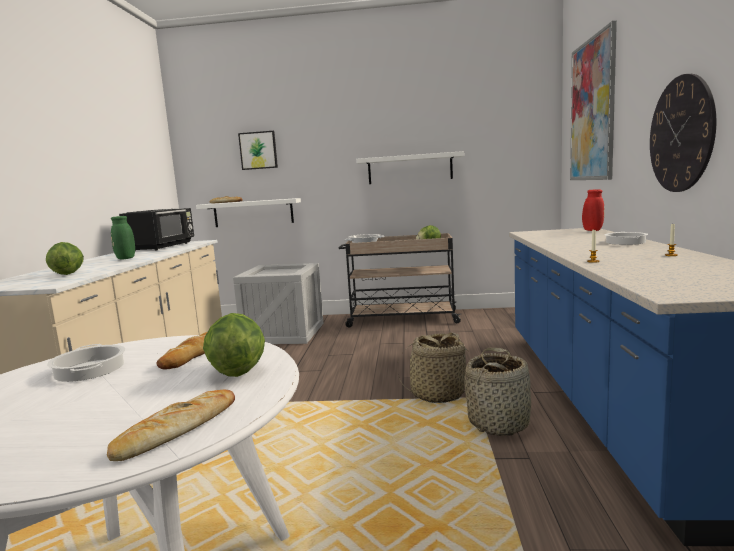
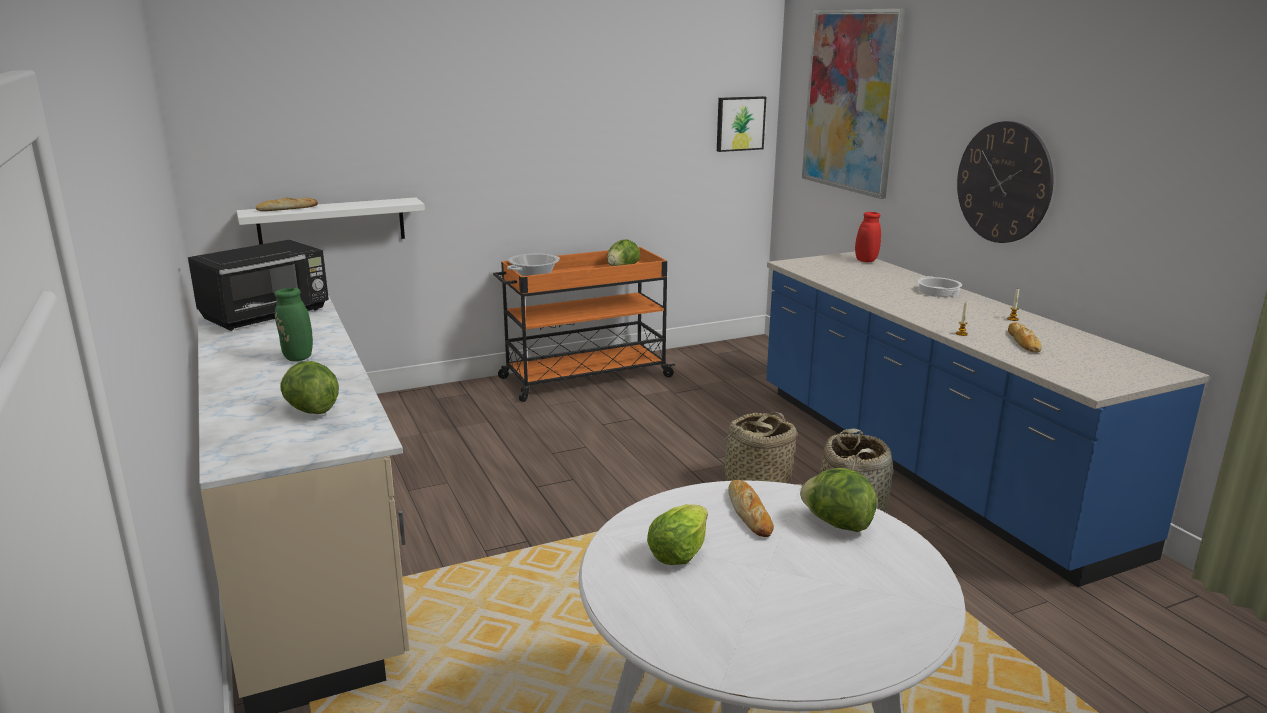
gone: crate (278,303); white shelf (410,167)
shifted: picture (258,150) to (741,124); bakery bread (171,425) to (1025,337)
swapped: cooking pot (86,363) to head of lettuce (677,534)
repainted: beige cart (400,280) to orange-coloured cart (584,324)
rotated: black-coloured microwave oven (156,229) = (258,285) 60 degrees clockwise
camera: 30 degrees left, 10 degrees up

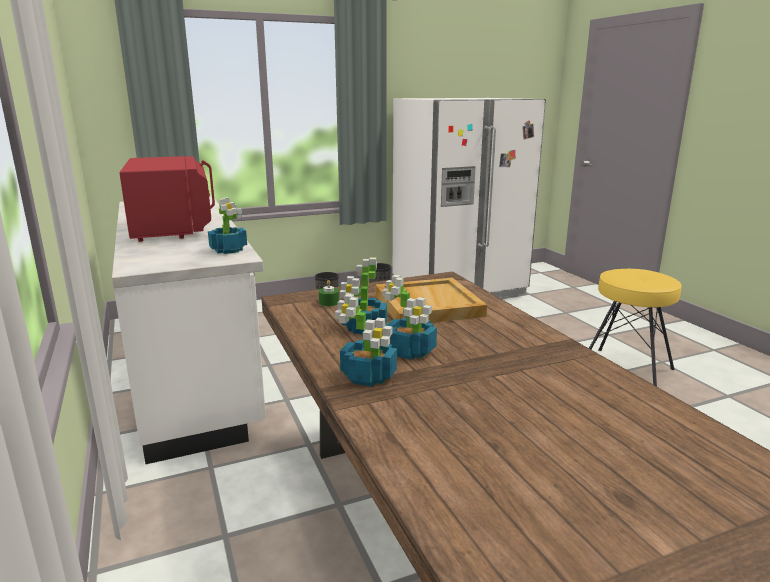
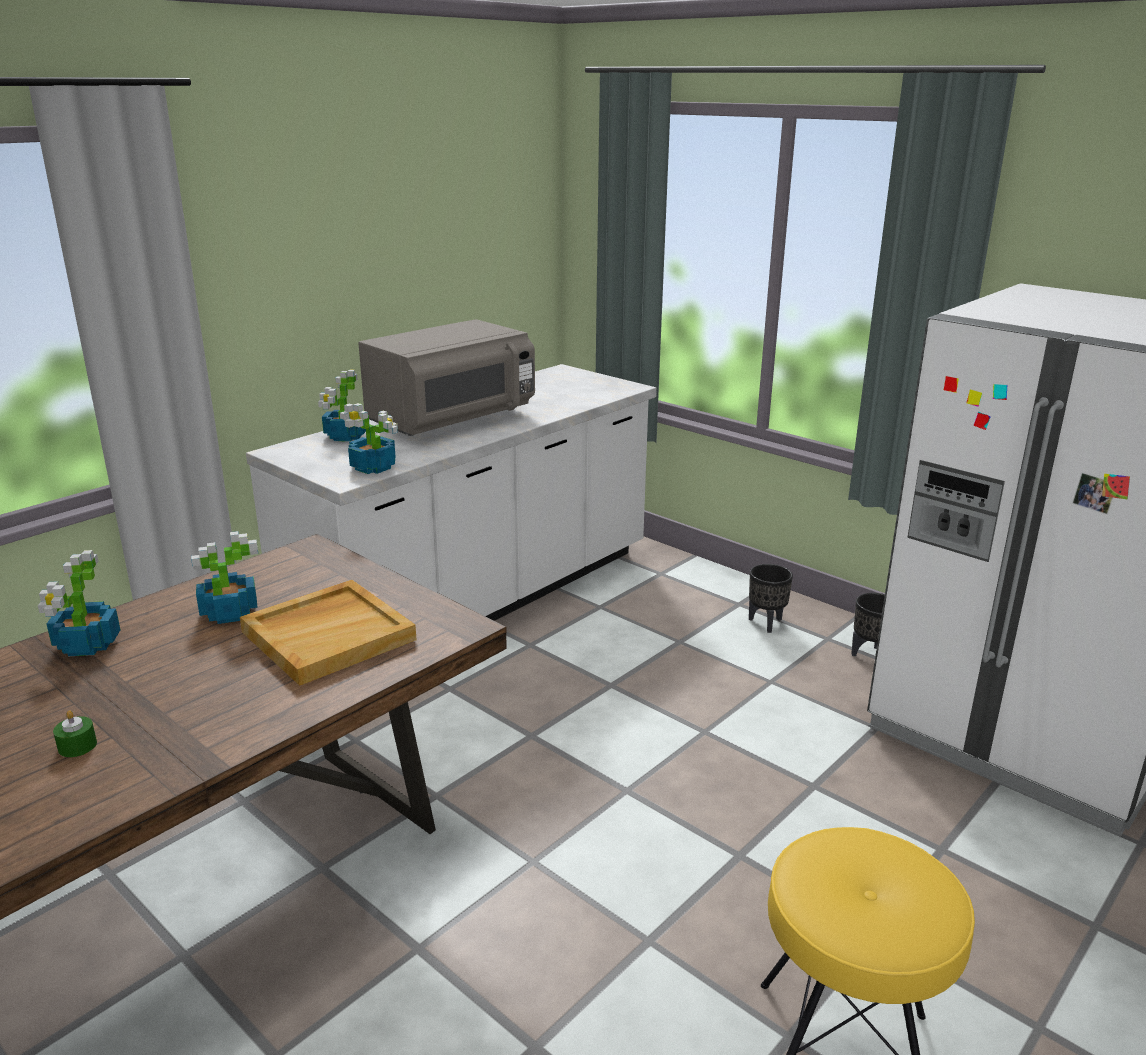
shifted: green-coloured wax candle (329,293) to (75,733); plant in a pot (409,317) to (342,406)
repainted: red-coloured microwave oven (167,199) to gray microwave oven (446,377)
camera: 65 degrees right, 5 degrees up

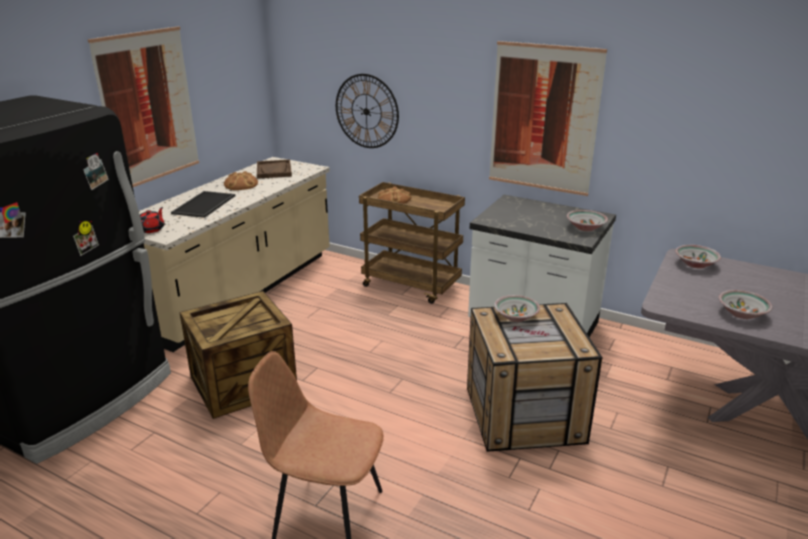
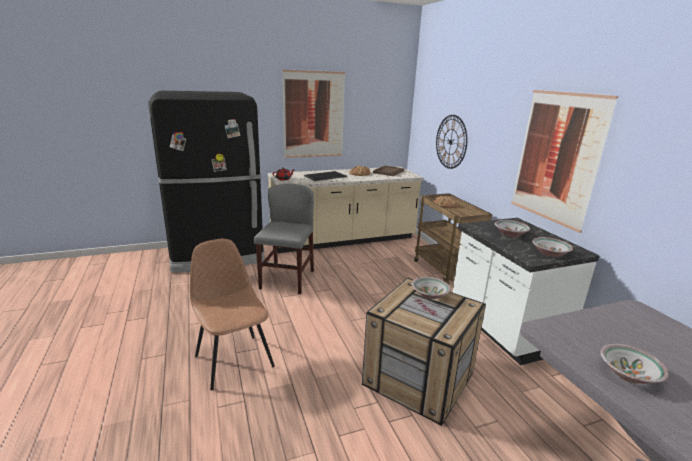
shifted: serving bowl (698,257) to (512,228)
swapped: crate (238,355) to gray chair (284,239)
camera: 40 degrees right, 5 degrees down

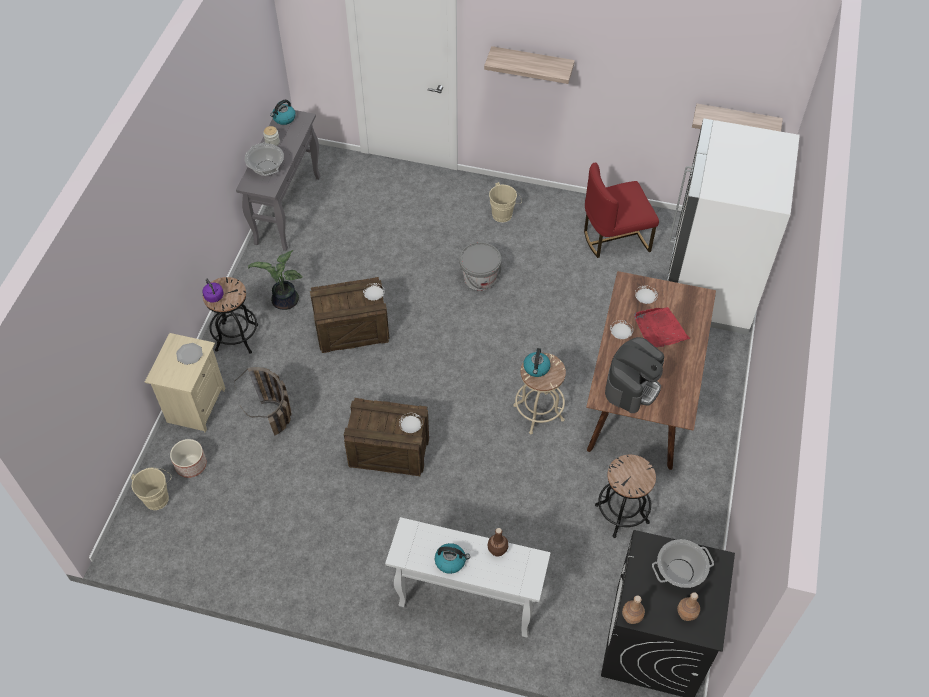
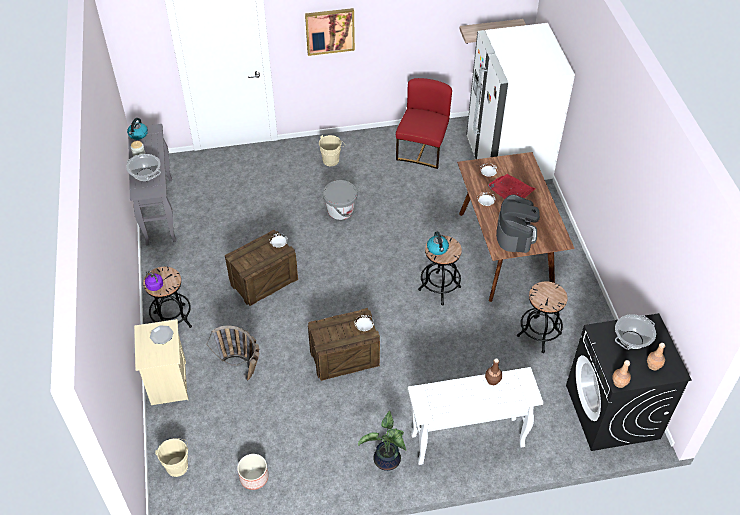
gone: water kettle (452,558)
shifted: planter (188,458) to (253,472); plant in a pot (275,280) to (382,441)
swapped: shelf (529,65) to picture (330,32)
repainted: beige sitting stool (539,393) to black-coloured sitting stool (440,270)
rotated: red-coloured chair (621,210) = (424,123) 150 degrees clockwise
camera: 25 degrees left, 5 degrees down

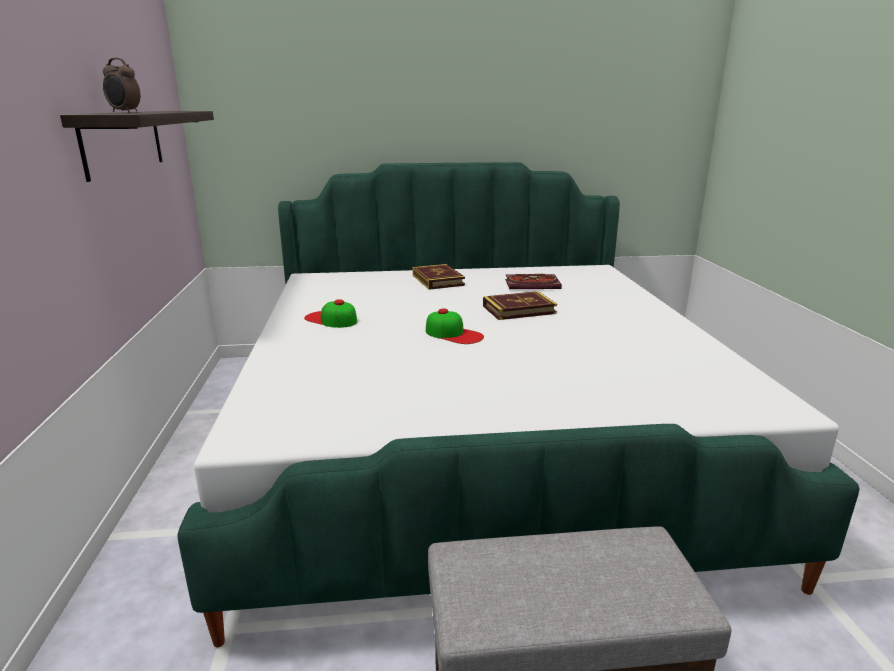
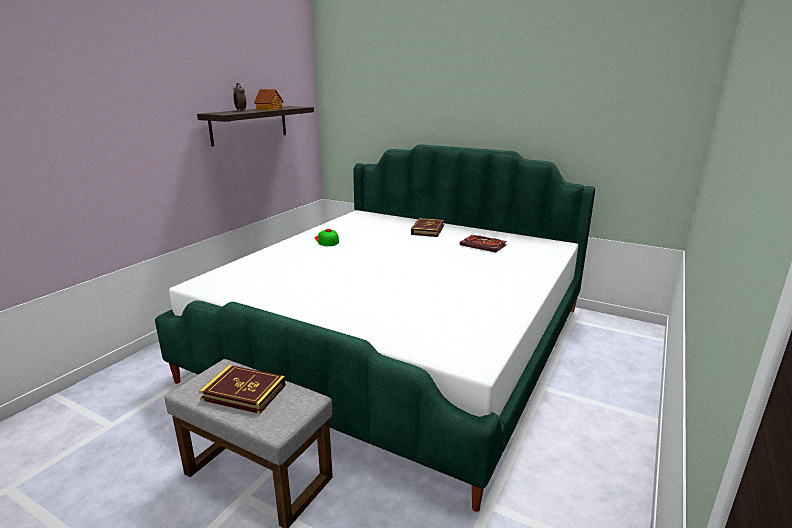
gone: cap (455,326)
new: miniature house (269,99)
shifted: bound book (520,305) to (242,389)
camera: 35 degrees right, 0 degrees up

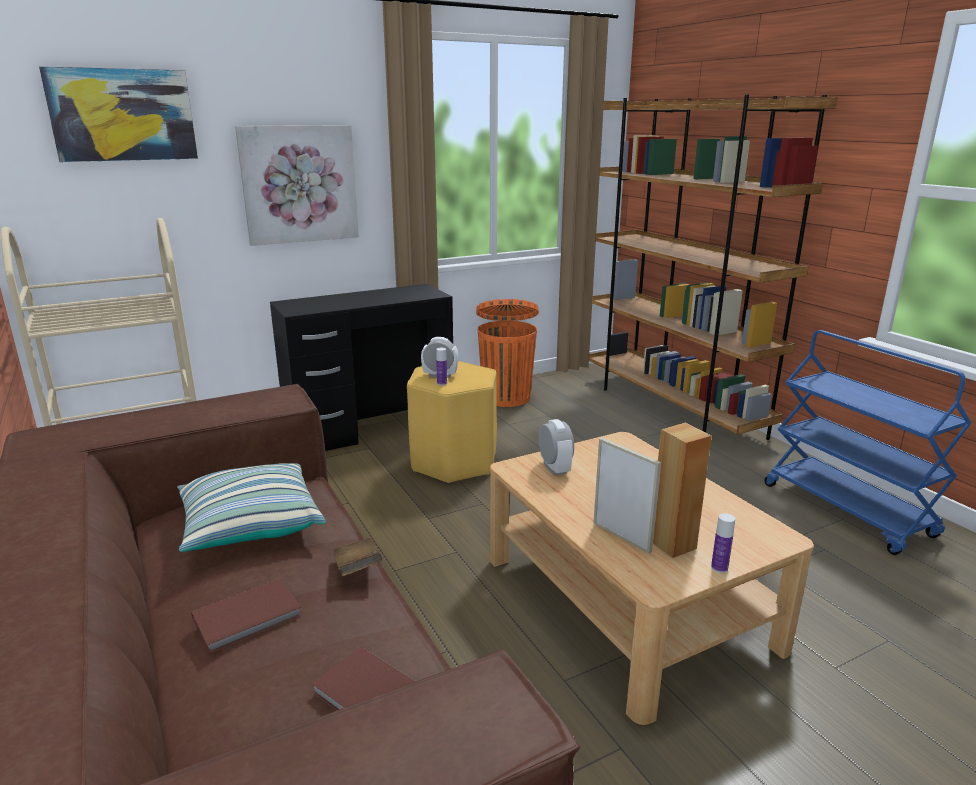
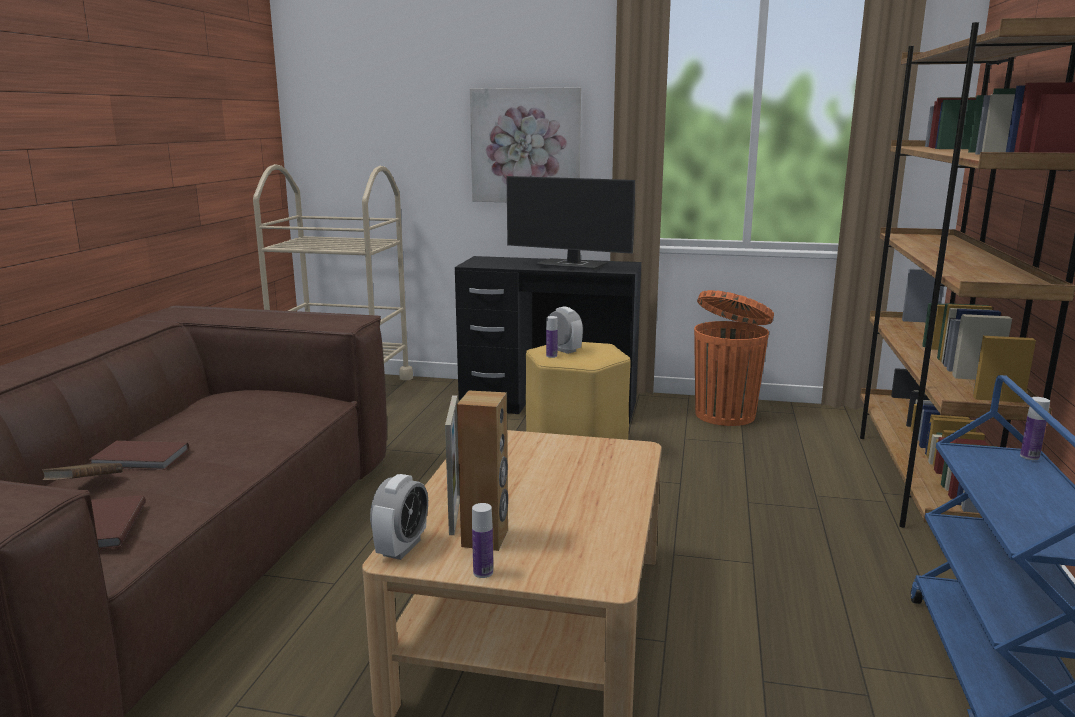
gone: picture (118,114); pillow (251,507)
new: monitor (571,223); bottle (1035,428)
shifted: brownish bound book (357,557) to (82,472); table clock (556,447) to (399,517)
camera: 40 degrees right, 5 degrees down

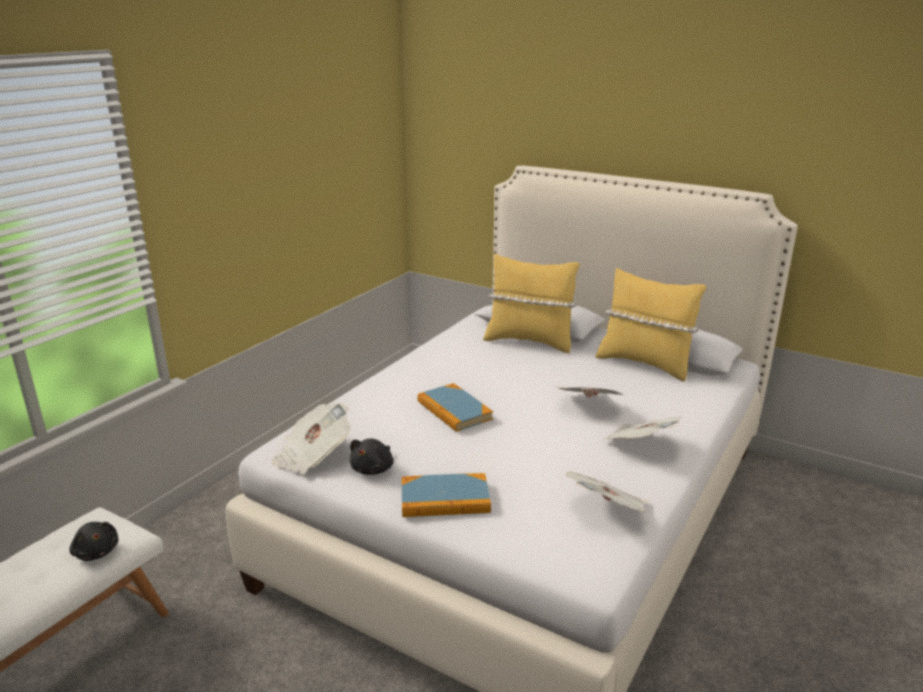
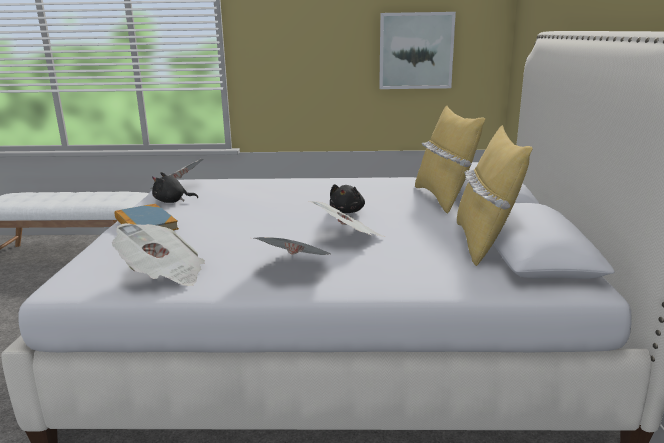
gone: bound book (455,407)
new: picture (417,50)
shifted: black-coloured cuddly toy (93,541) to (347,198)
camera: 60 degrees right, 5 degrees down

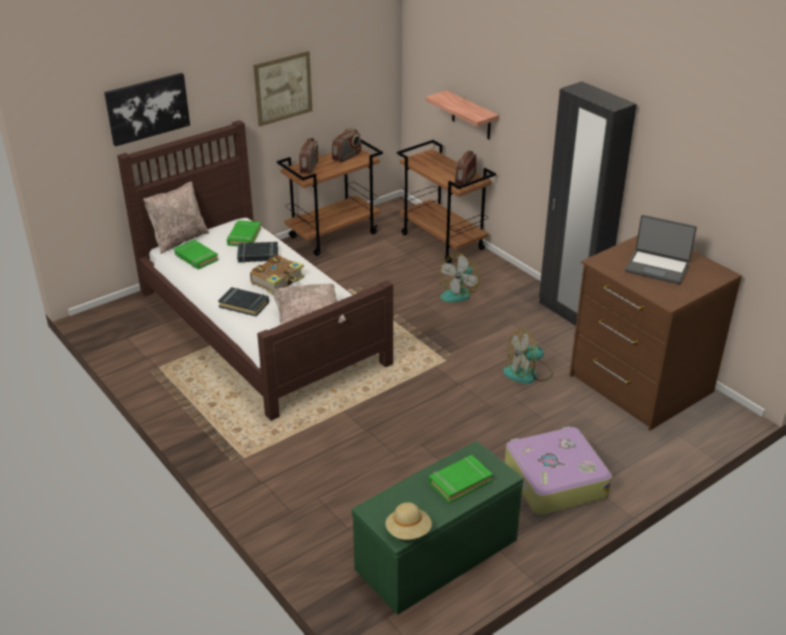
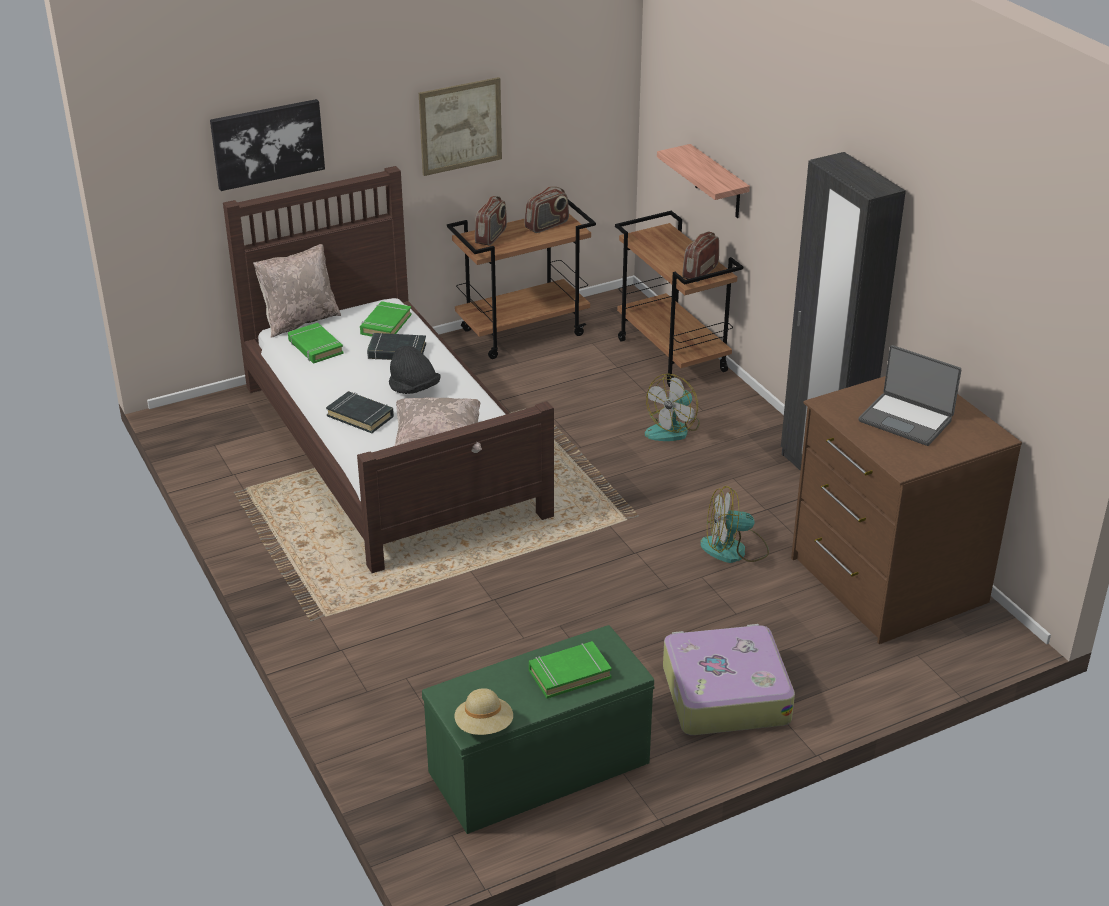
swapped: bound book (277,274) to black-coloured hat (415,370)
camera: 10 degrees right, 0 degrees up

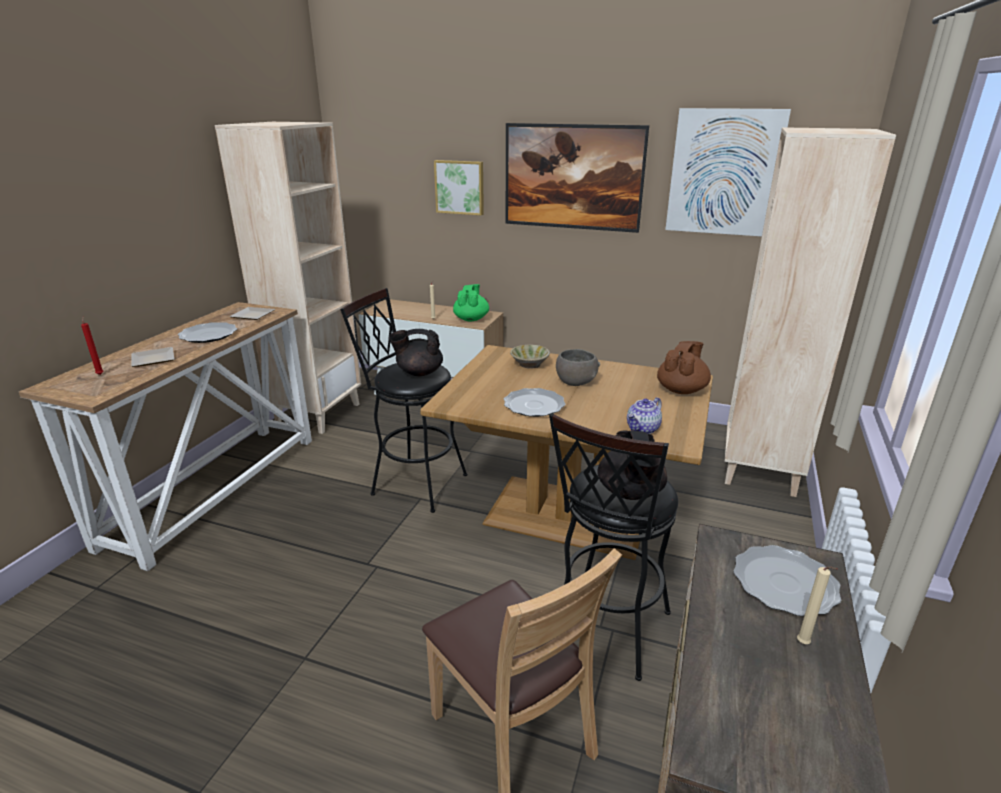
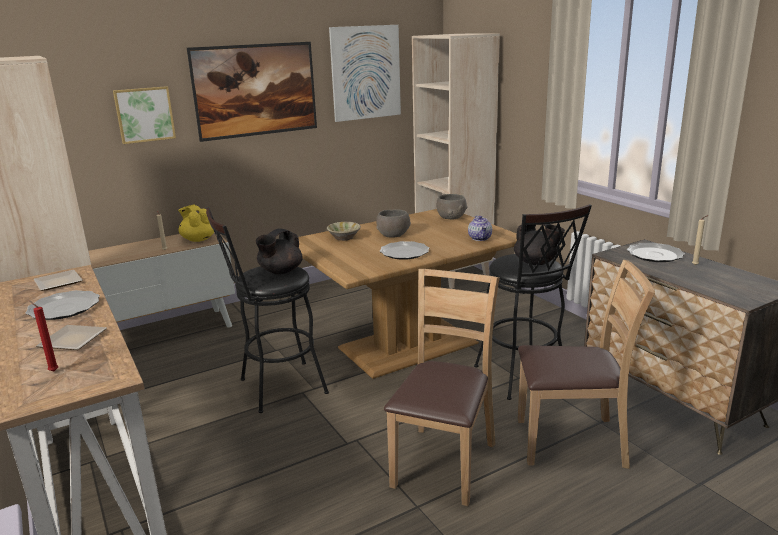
new: brownish chair (442,387)
swapped: brownish tea pot (684,367) to gray serving bowl (452,206)
repainted: green-coloured tea pot (471,302) to yellow-coloured tea pot (196,223)
camera: 50 degrees left, 5 degrees down

